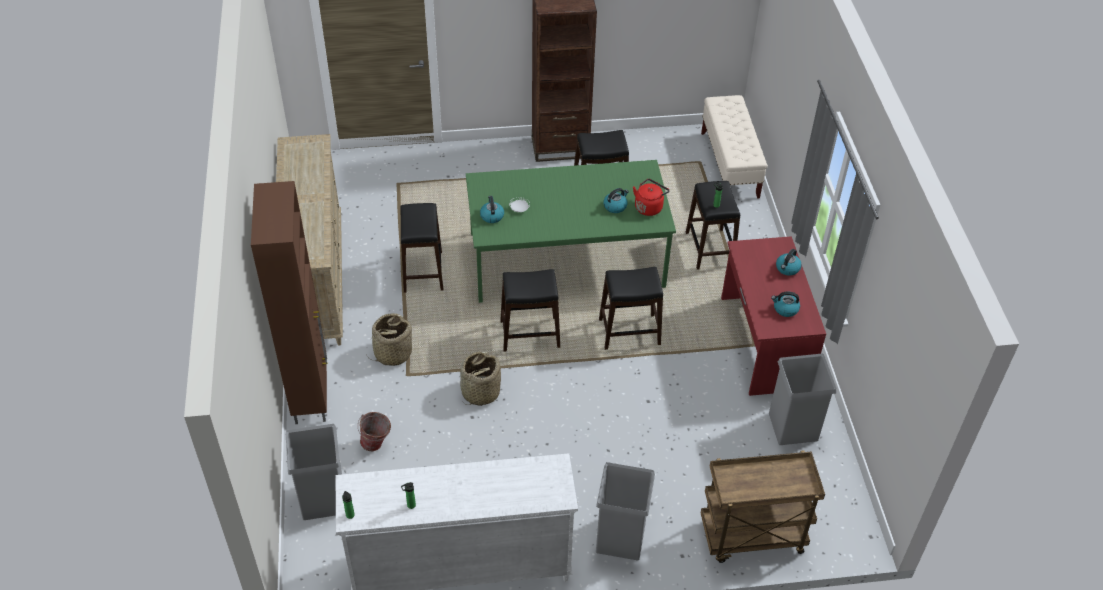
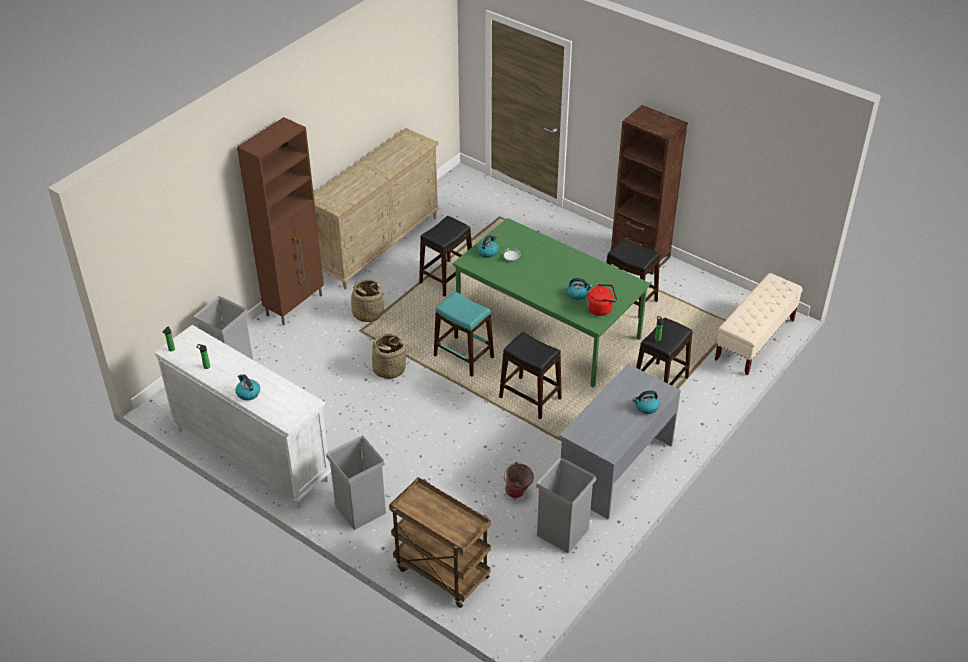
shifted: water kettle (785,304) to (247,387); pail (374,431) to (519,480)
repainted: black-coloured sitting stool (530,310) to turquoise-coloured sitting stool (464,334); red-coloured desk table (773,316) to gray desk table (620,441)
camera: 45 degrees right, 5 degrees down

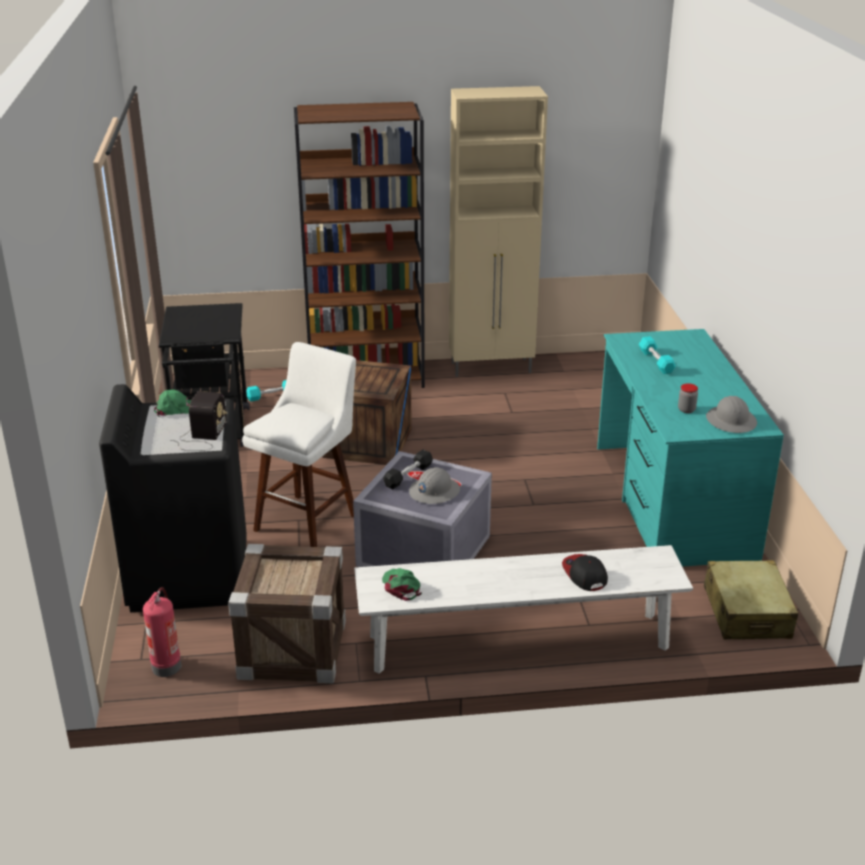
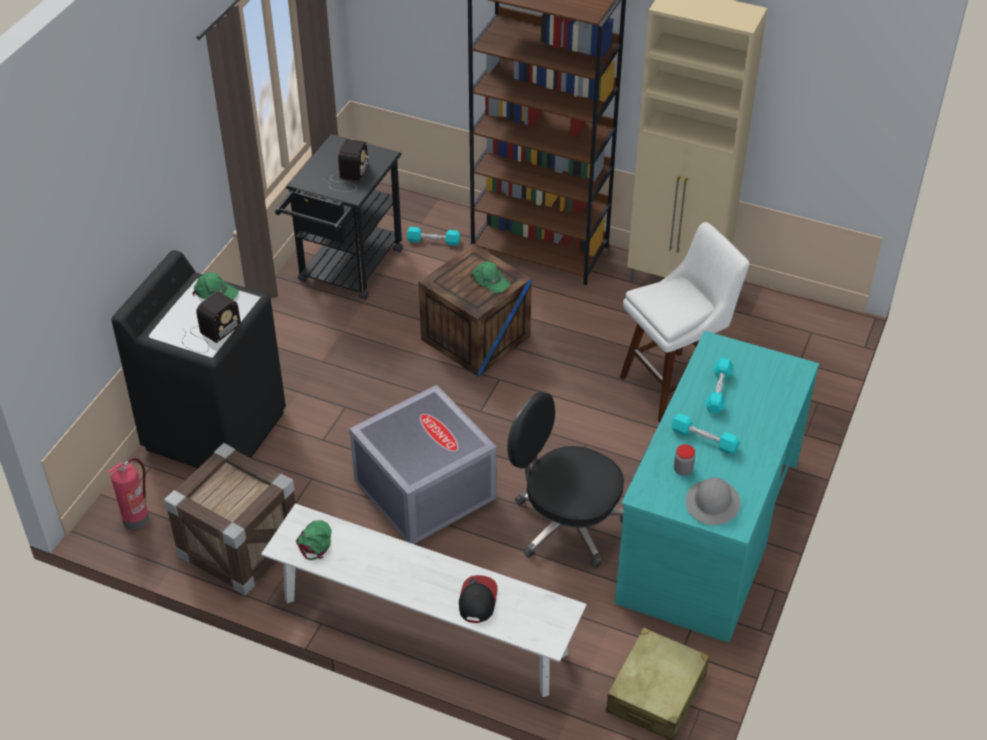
gone: black-coloured dumbbell (408,469); gray work helmet (434,485)
new: radio set (345,165); green-coloured cap (490,277); black-coloured office chair (565,480); turquoise-coloured dumbbell (706,433)
shifted: white sitting stool (299,444) to (684,322)
camera: 30 degrees right, 15 degrees up

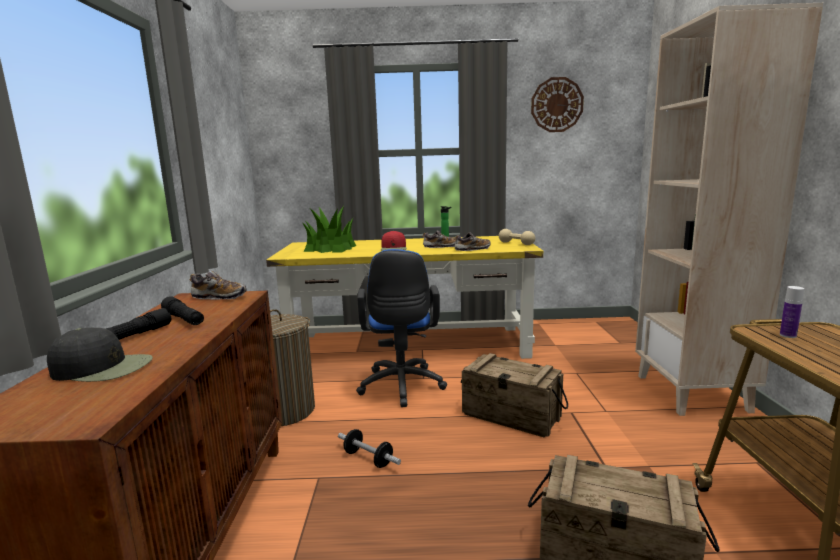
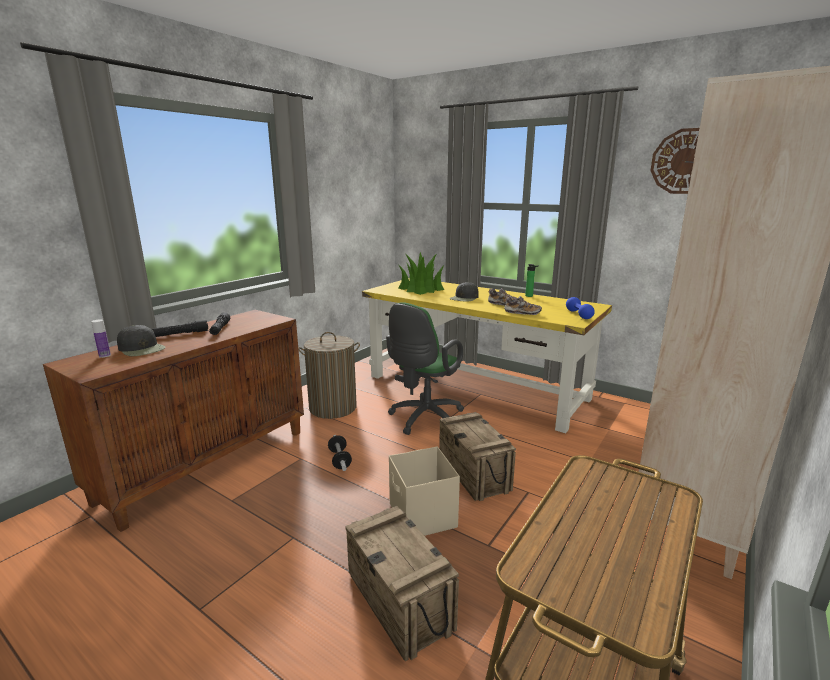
gone: item of footwear (218,285)
new: beige storage bin (424,491)
shifted: bottle (792,312) to (101,338)
repainted: blue-coloured office chair (401,328) to green-coloured office chair (425,368); red-coloured cap (394,241) to black-coloured cap (464,292); beige dumbbell (517,237) to blue-coloured dumbbell (580,308)
camera: 35 degrees right, 5 degrees up

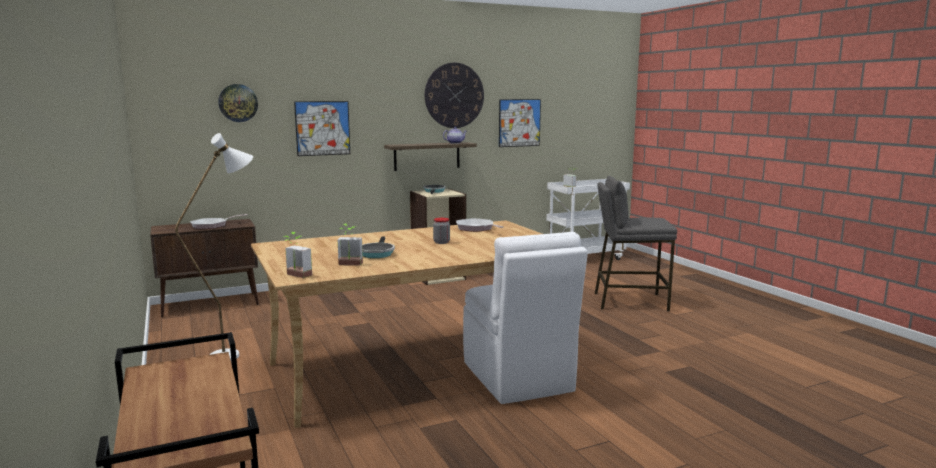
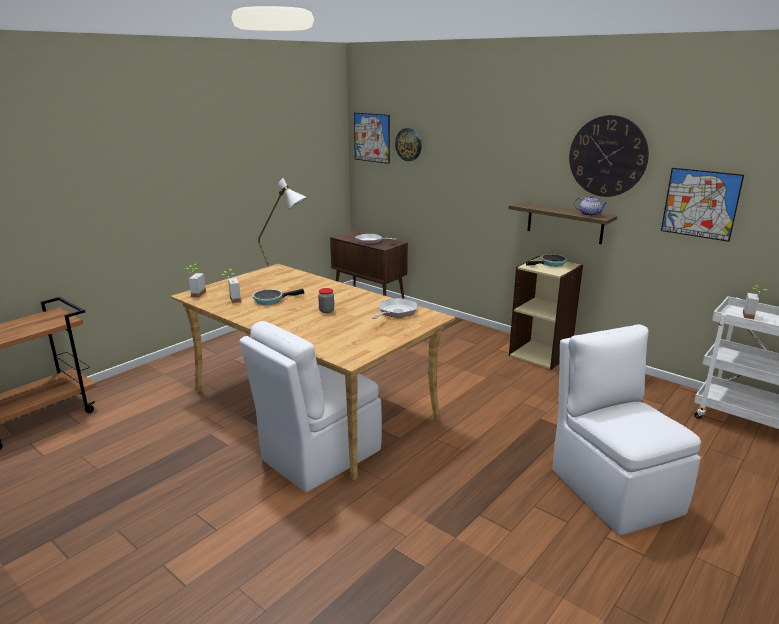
shifted: picture (322,128) to (372,138)
swapped: gray sitting stool (636,244) to white chair (626,429)
camera: 65 degrees right, 10 degrees up

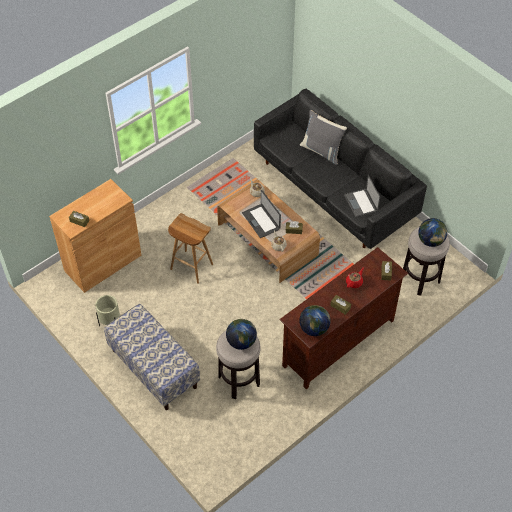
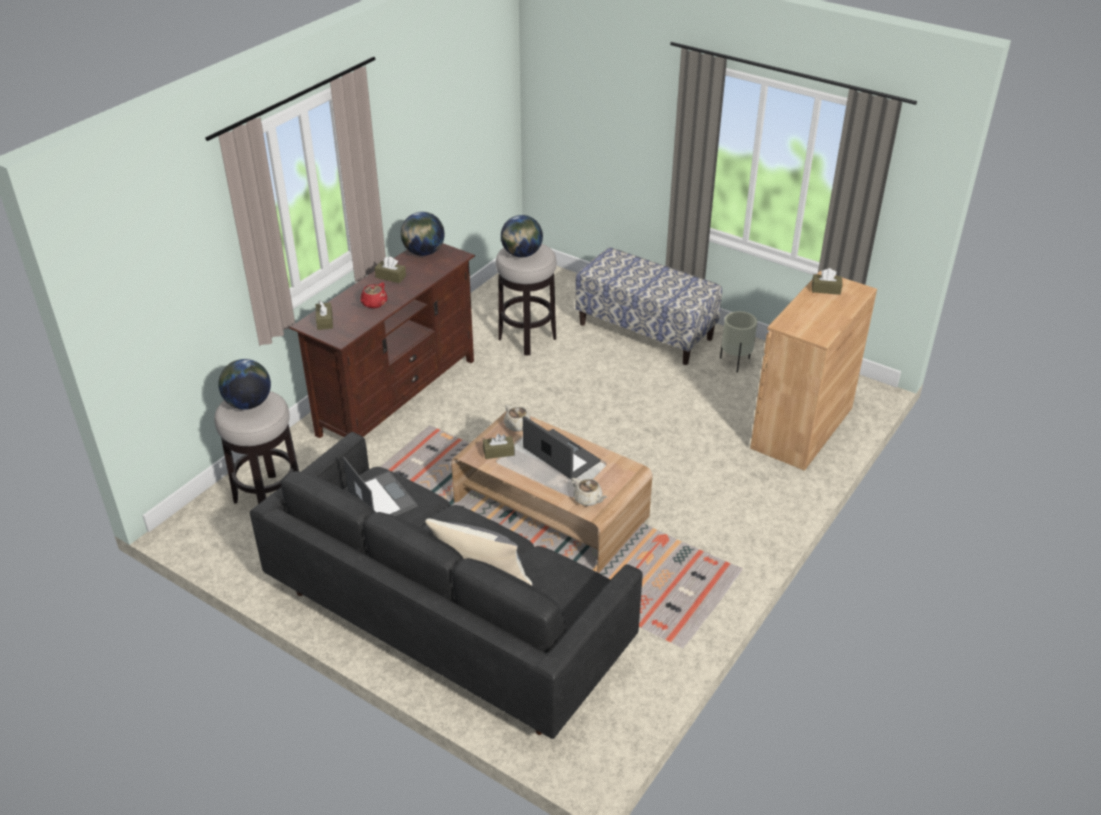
gone: brownish sitting stool (190,248)
camera: 165 degrees right, 15 degrees down

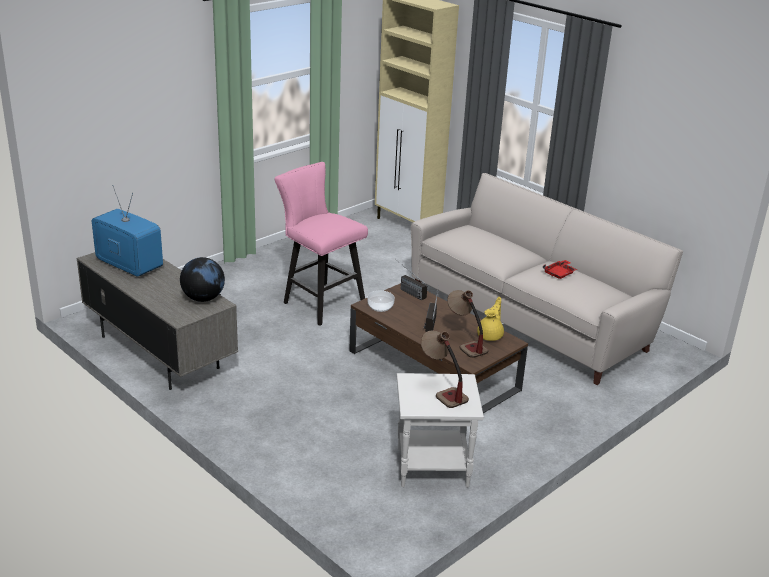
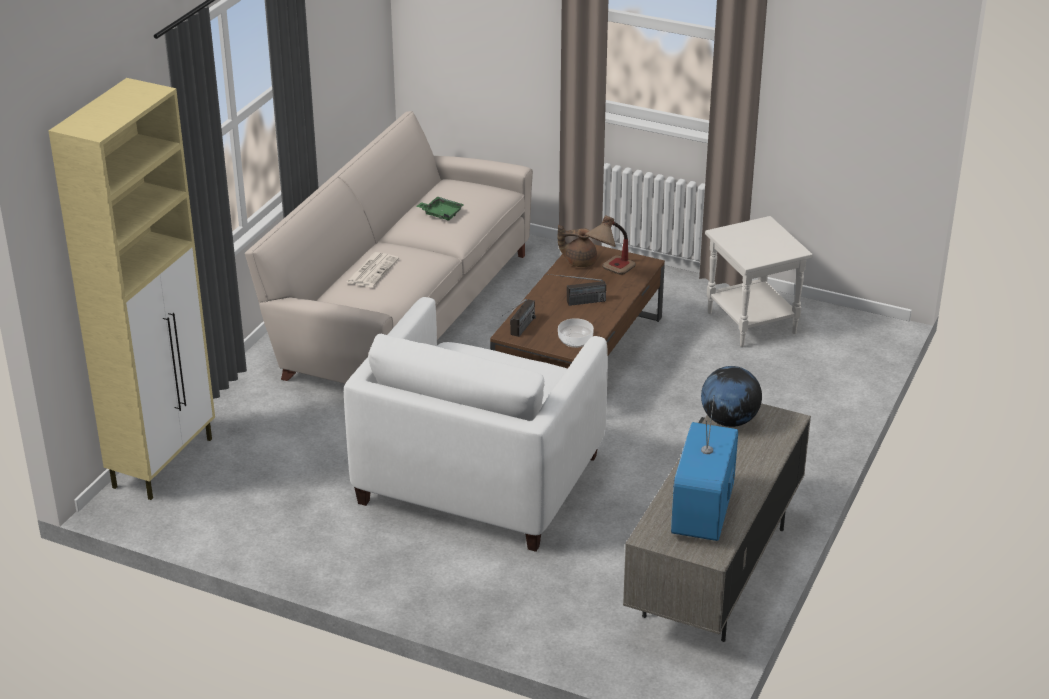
gone: tabletop lamp (445,369)
new: daily paper (372,269)
swapped: pink sitting stool (321,244) to white armchair (476,424)
repainted: red-coloured carrying tray (560,269) to green-coloured carrying tray (440,208); yellow-coloured tea pot (490,319) to brownish tea pot (577,246)
camera: 110 degrees left, 5 degrees up

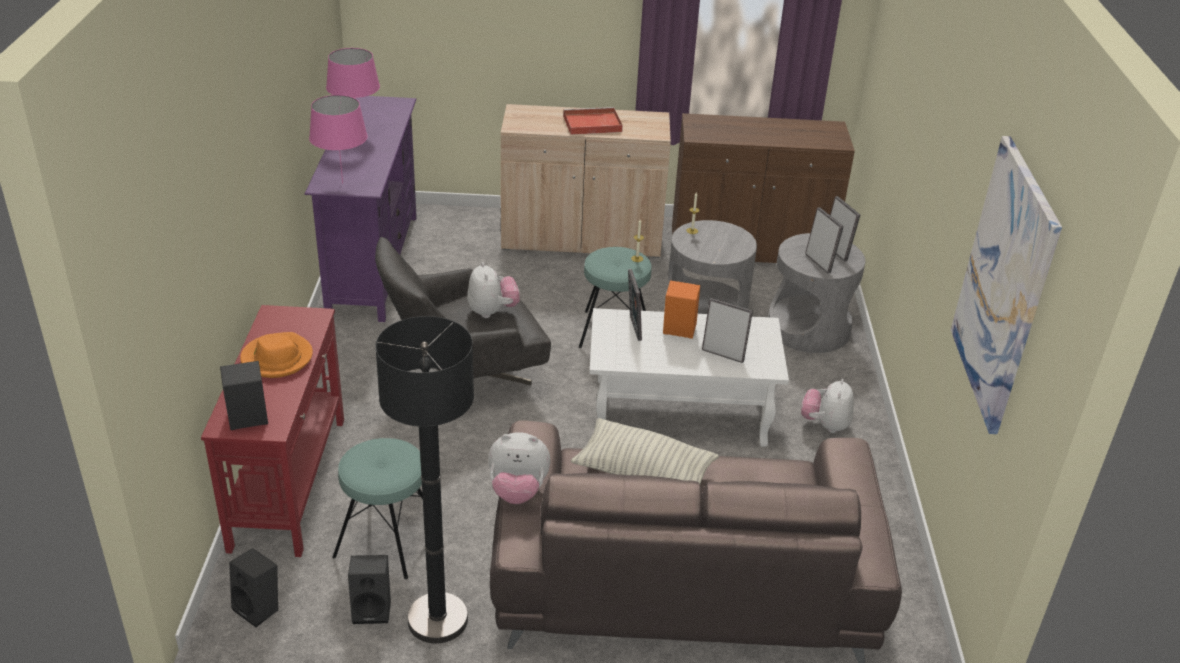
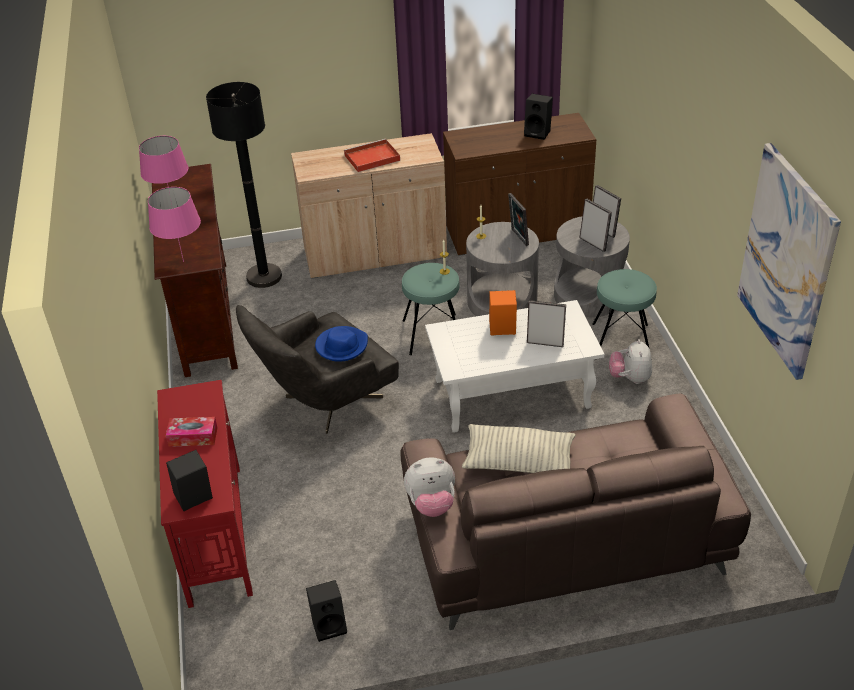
shifted: black-coloured standing lamp (424,479) to (244,185); photo frame (635,305) to (518,219); black-coloured audio speaker (253,587) to (538,117); turquoise-coloured sitting stool (377,508) to (624,308)
swapped: orange-coloured hat (276,355) to tissue holder (191,432); cuddly toy (493,290) to blue-coloured hat (341,344)
repainted: purplish tv unit (361,209) to brownish tv unit (195,270)
camera: 10 degrees left, 5 degrees up

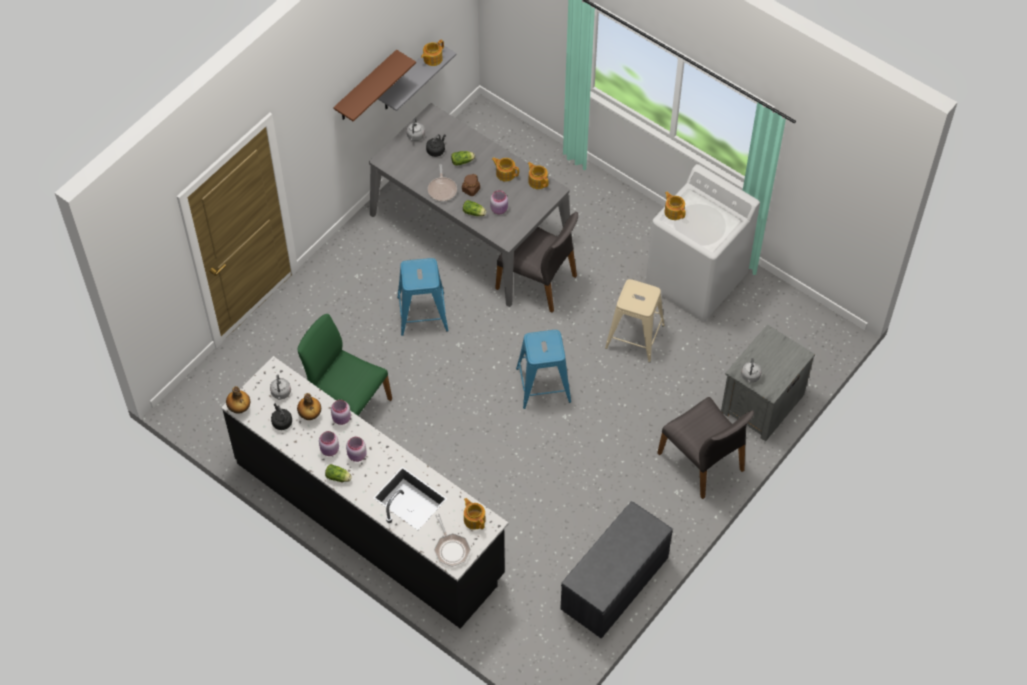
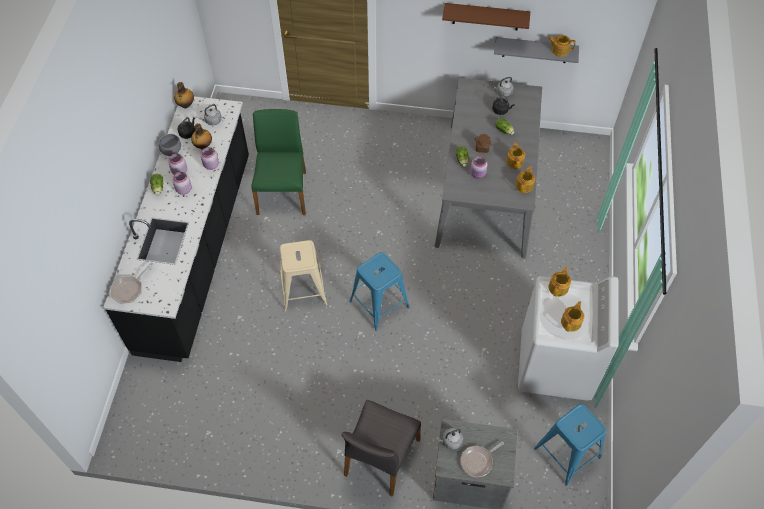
gone: gray chair (536,262); gray long seat (616,570)
new: gray serving bowl (169,145)
shifted: beige sitting stool (635,321) to (303,275); pan (442,183) to (482,460); blue-coloured sitting stool (423,297) to (570,445); tea pot (475,514) to (572,316)
camera: 60 degrees right, 0 degrees up

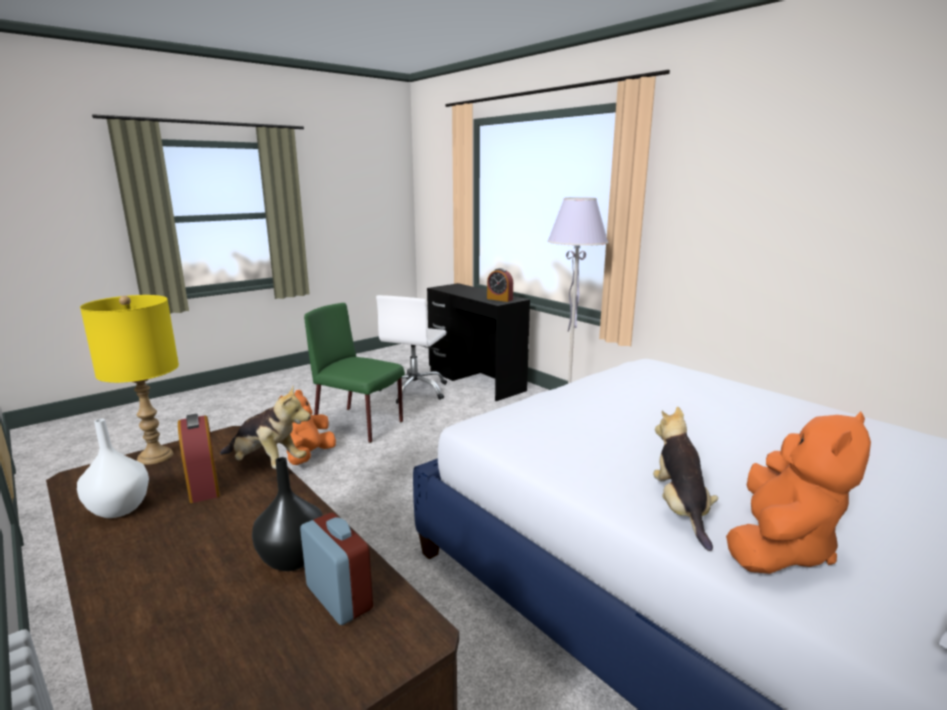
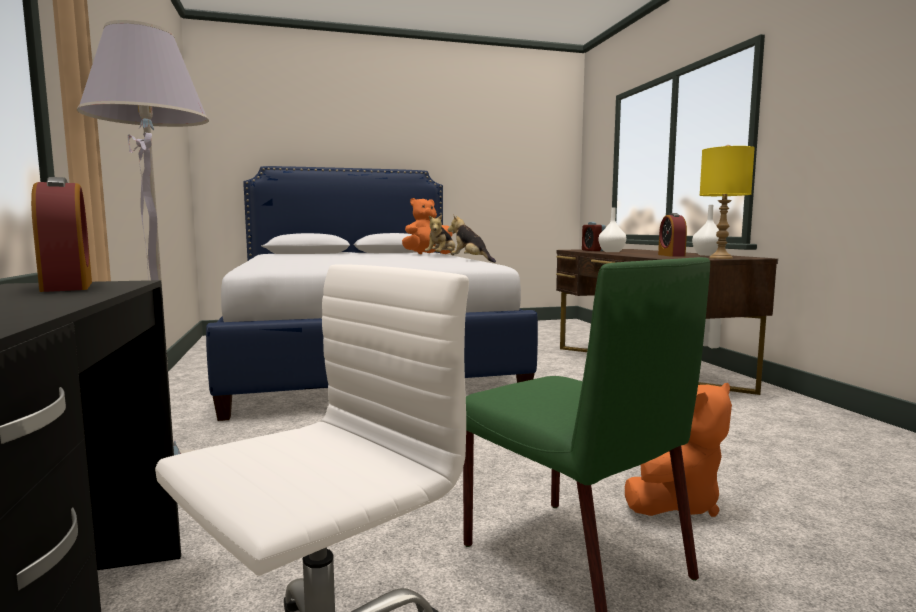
shifted: cuddly toy (265,427) to (472,239)
repainted: black-coloured decorative vase (287,514) to white decorative vase (612,230)
camera: 155 degrees left, 10 degrees down

